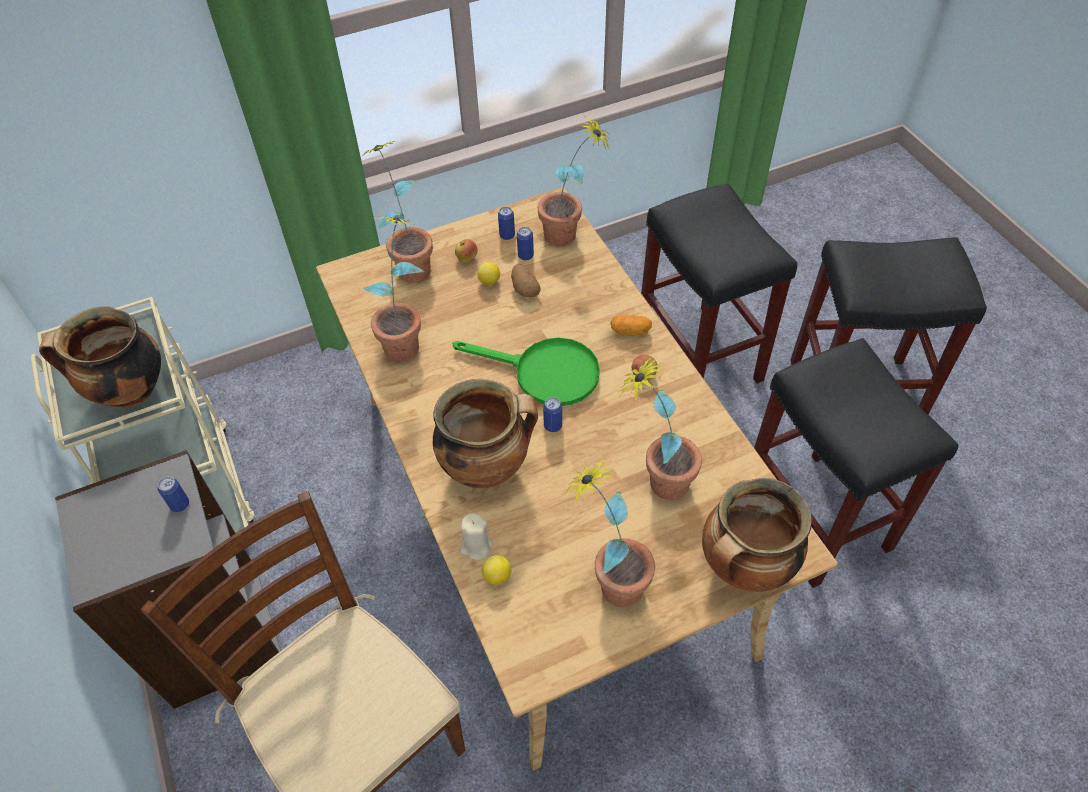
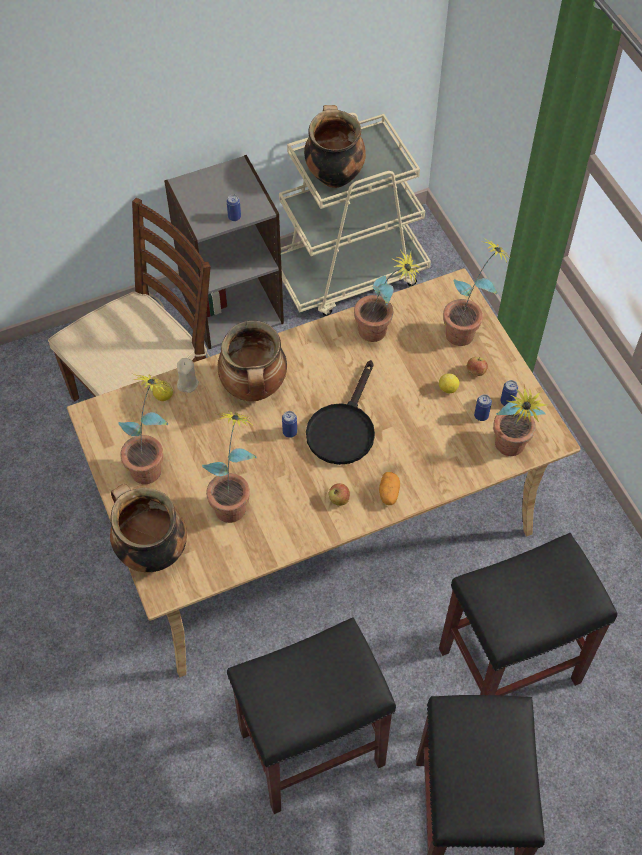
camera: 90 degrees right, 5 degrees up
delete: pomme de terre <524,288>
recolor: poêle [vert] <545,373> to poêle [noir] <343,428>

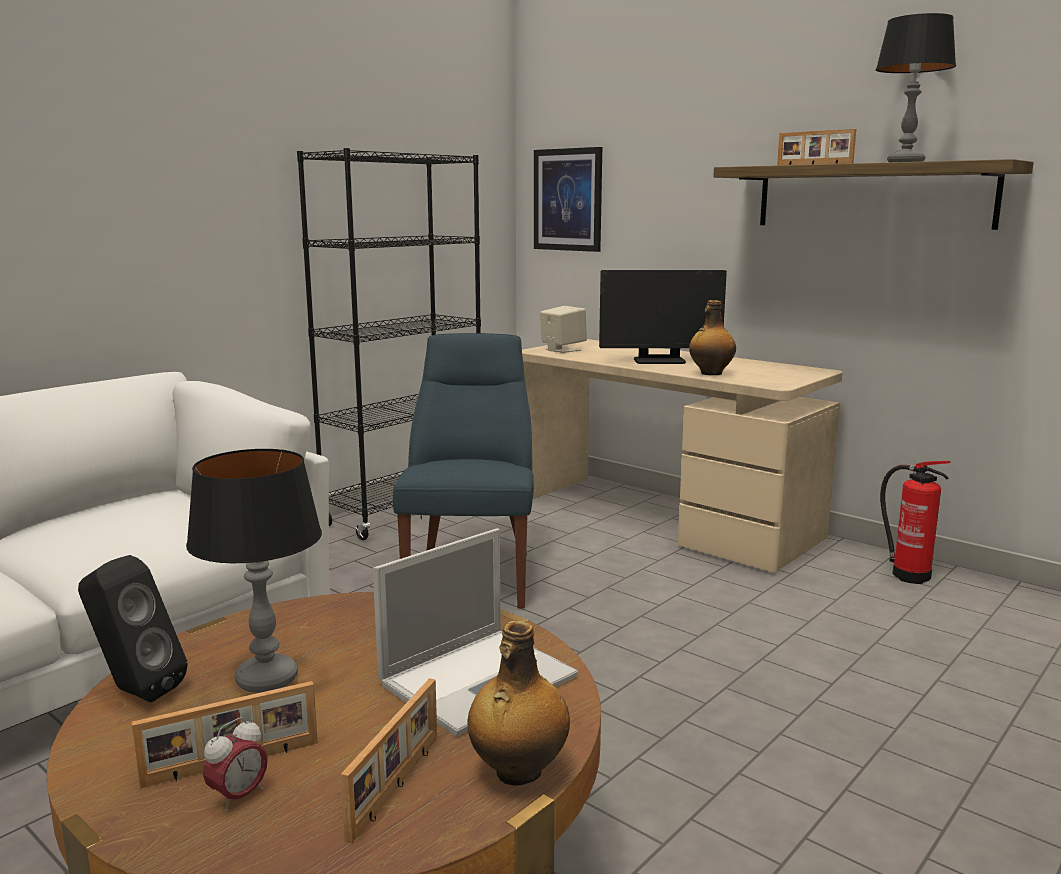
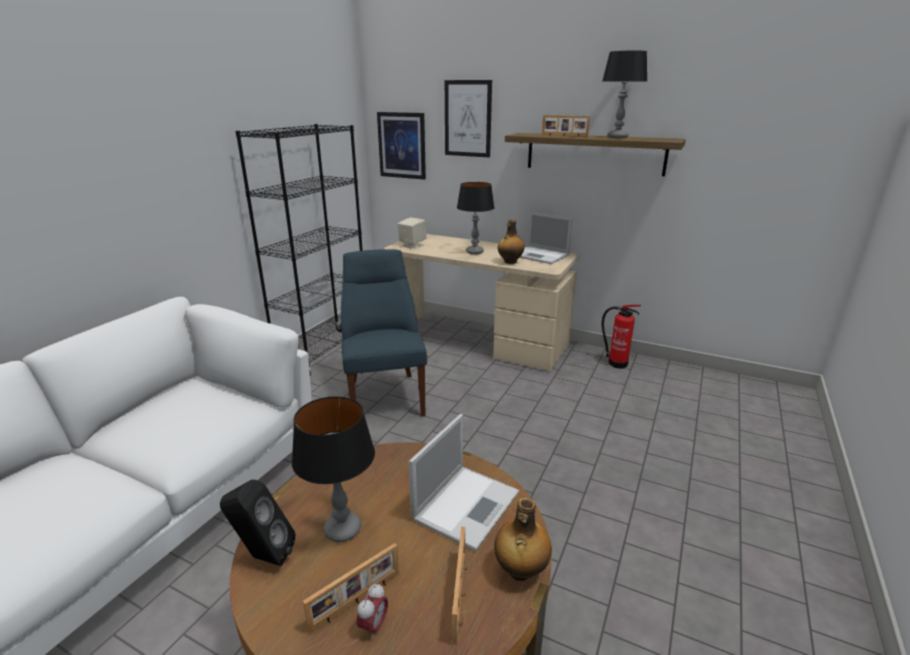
camera: 15 degrees left, 10 degrees up
insert: tableau <467,119>; ordinateur portable <540,255>
replace: écran d'ordinateur <659,361> to lampe de table <475,252>

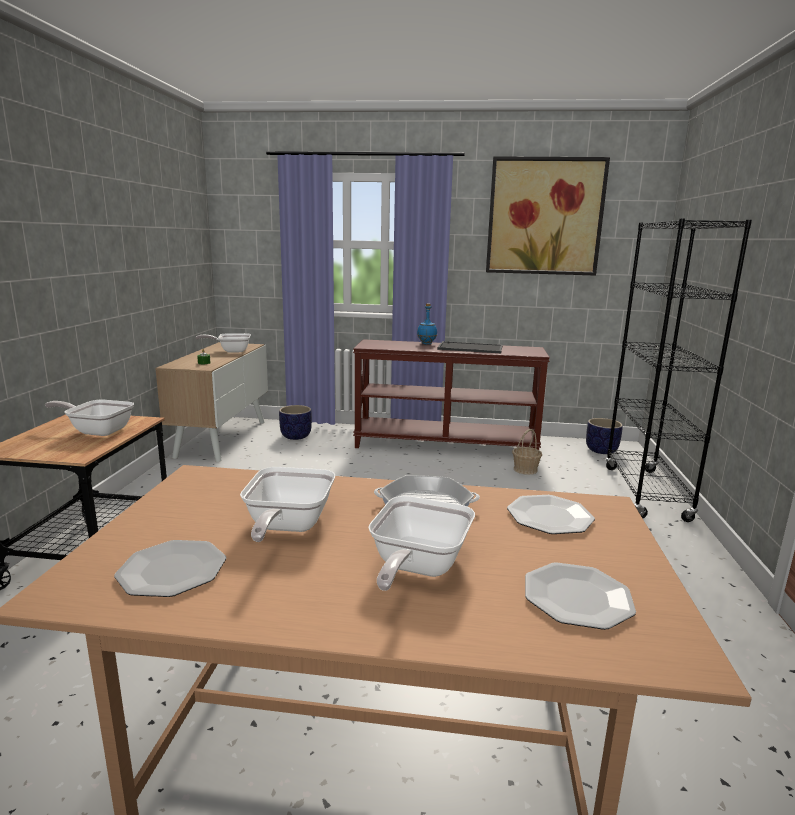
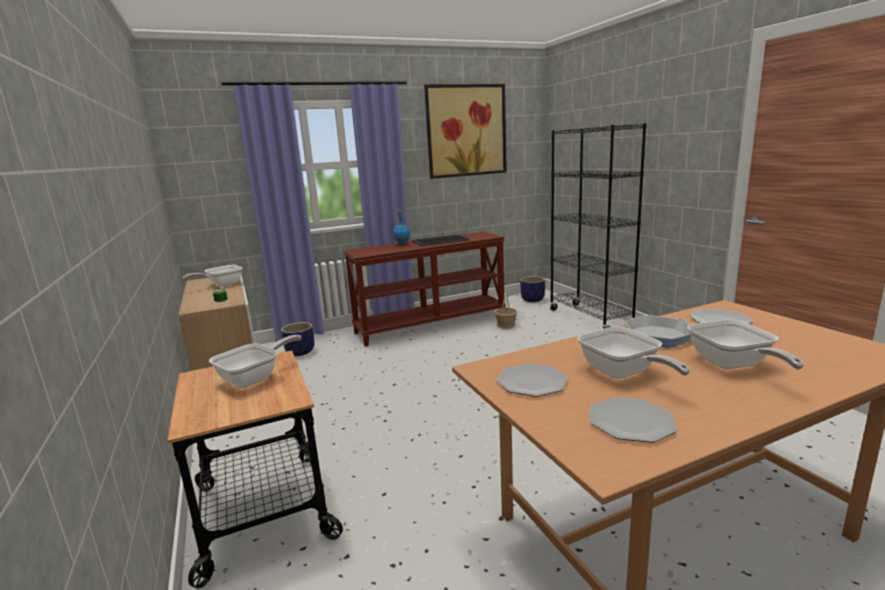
camera: 30 degrees left, 0 degrees up
move: assiette <577,597> to <532,382>
rotate: poêle <97,431> = <255,378> 150 degrees clockwise

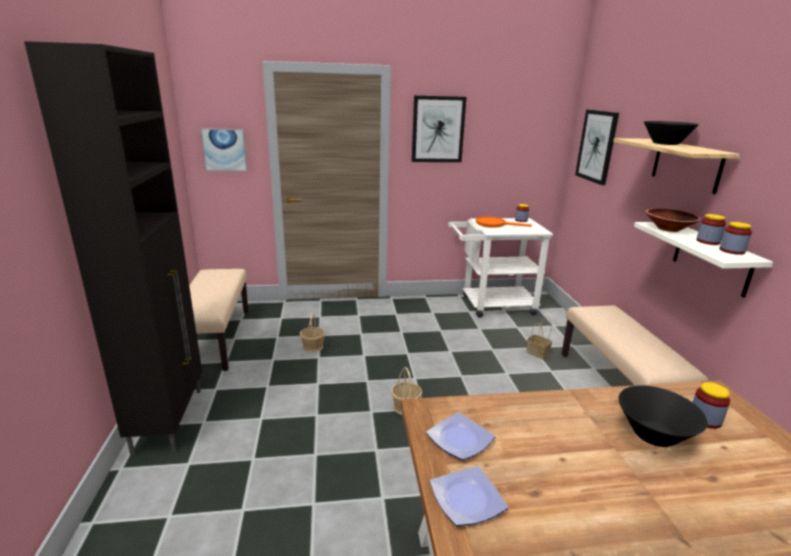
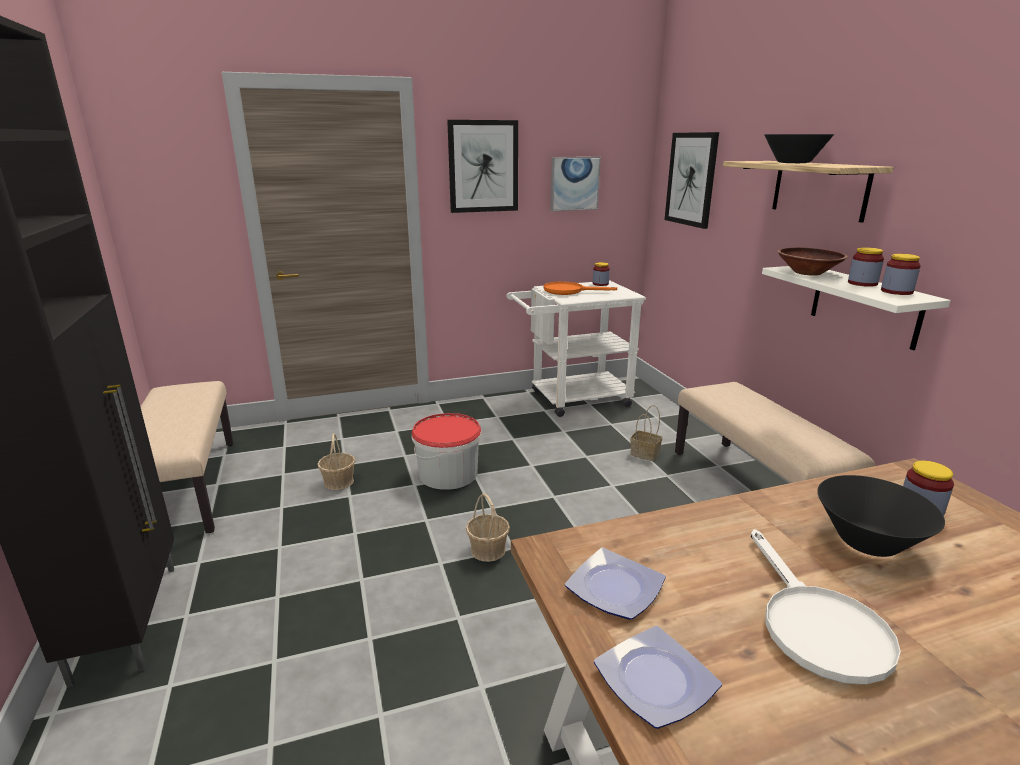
camera: 10 degrees left, 0 degrees up
insert: seau <448,473>; poêle [blanc] <815,625>
move: tableau <224,150> to <574,183>

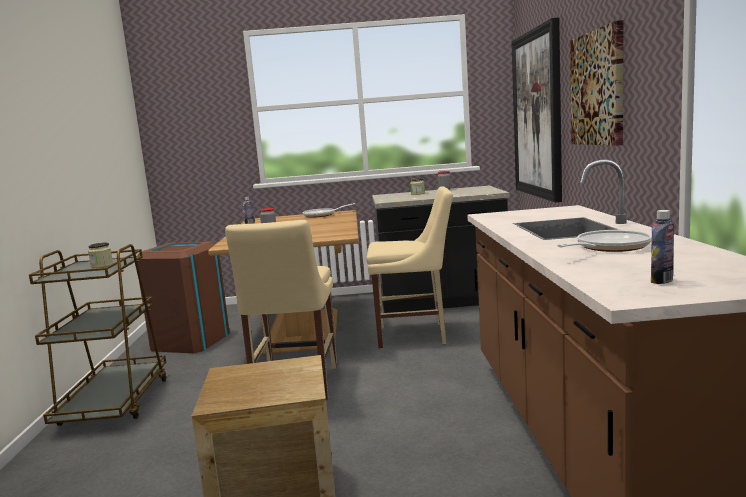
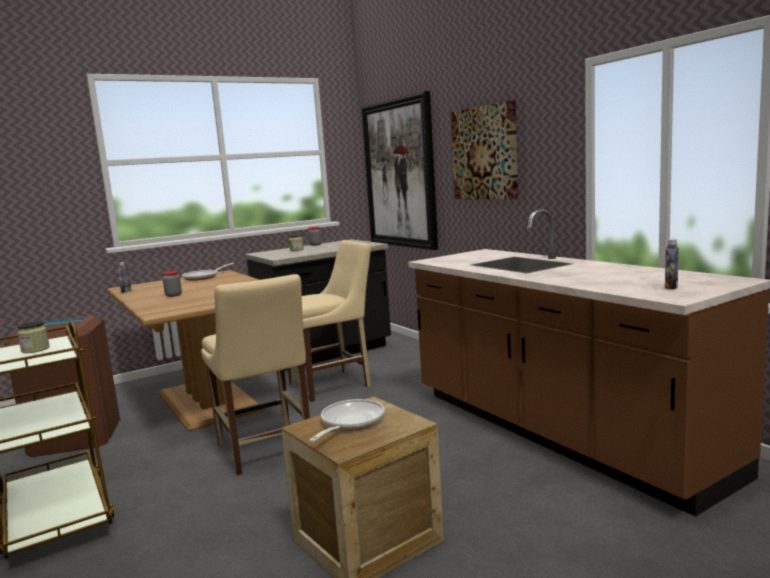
camera: 30 degrees left, 0 degrees up
move: poêle <608,248> to <349,423>

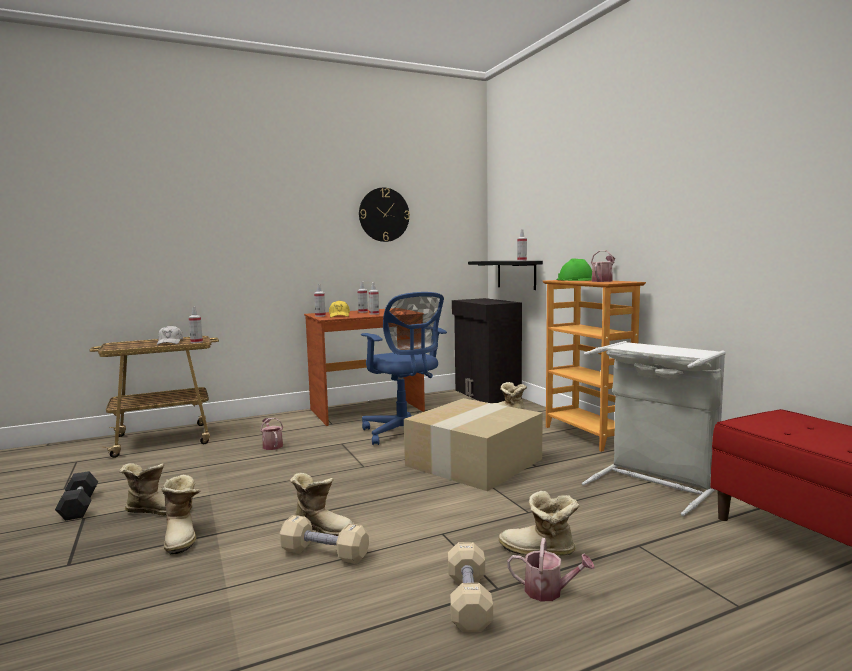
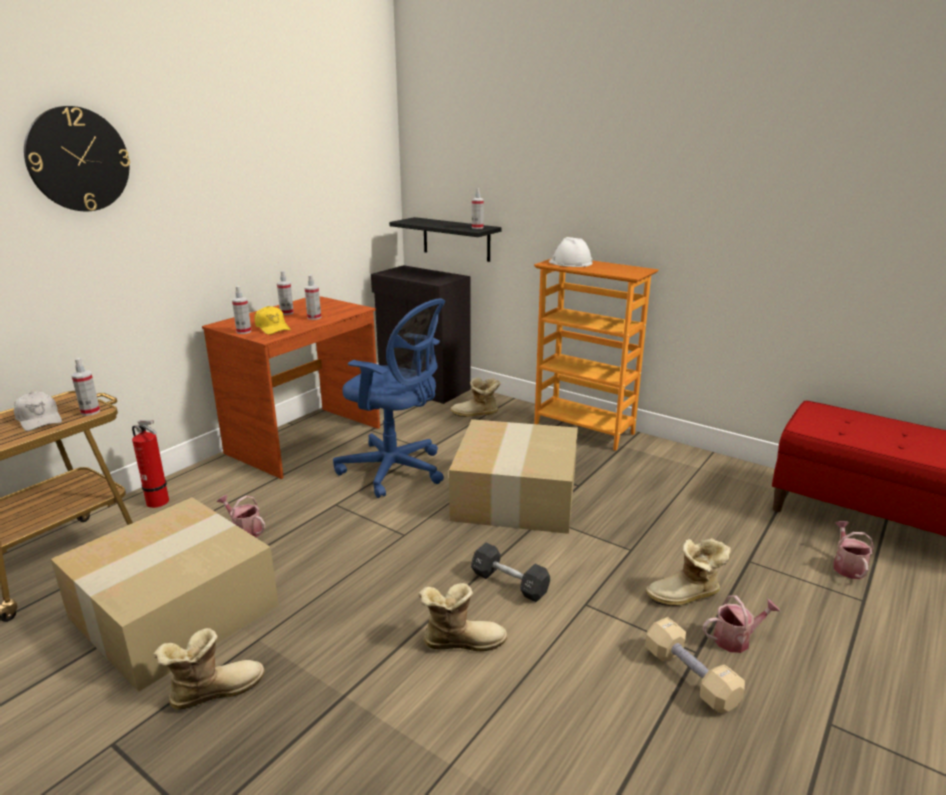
camera: 30 degrees left, 15 degrees up
delete: botte <183,537>; haltère [beige] <324,554>; panier à linge [gris] <654,484>
insert: carton <175,609>; extincteur <159,502>
move: haltère [noir] <79,506> to <509,583>; horloge murale <384,214> to <78,159>; arrosoir <603,281> to <847,566>
recolor: casque de chantier [vert] <574,280> to casque de chantier [blanc] <570,262>

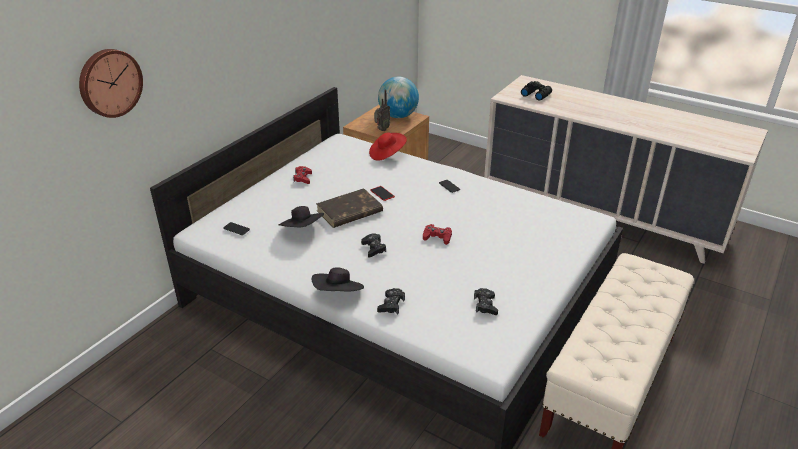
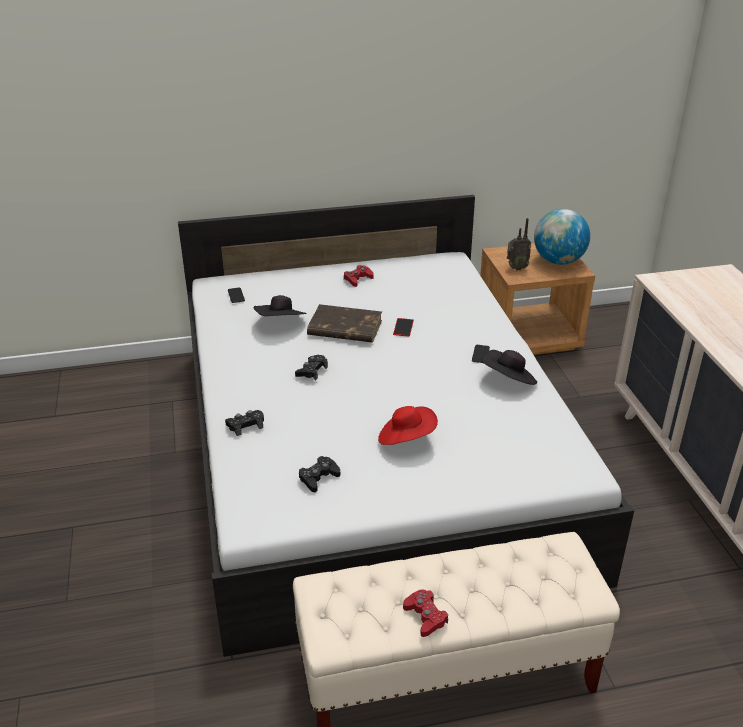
camera: 45 degrees right, 0 degrees up
delete: horloge murale <109,82>; jumelles [noir] <535,95>
move: chapeau [noir] <338,294> to <509,380>; chapeau [rouge] <387,154> to <406,439>; manette [rouge] <437,237> to <425,616>

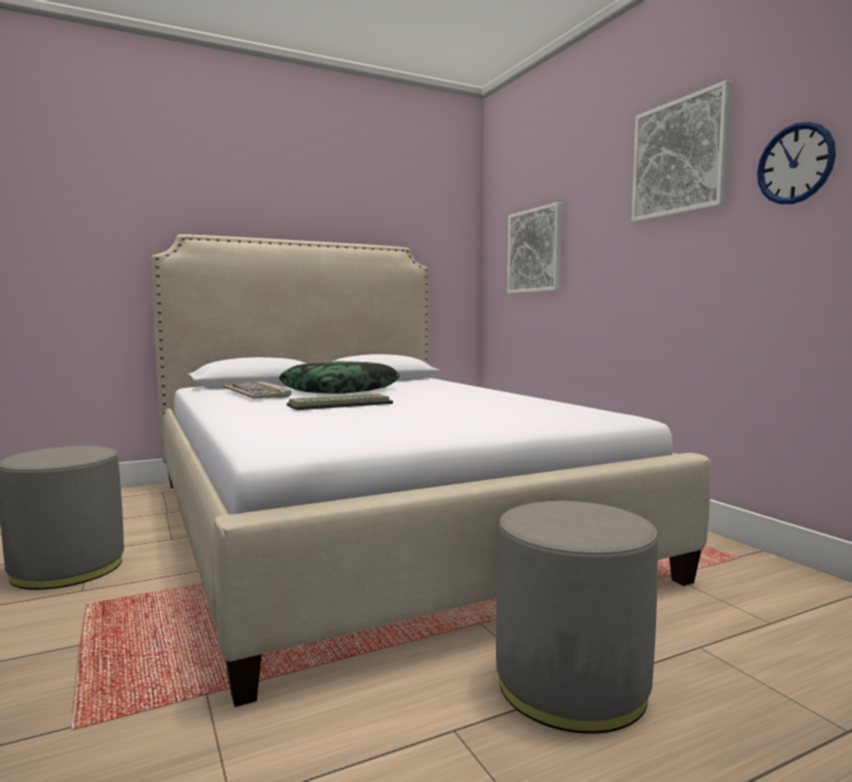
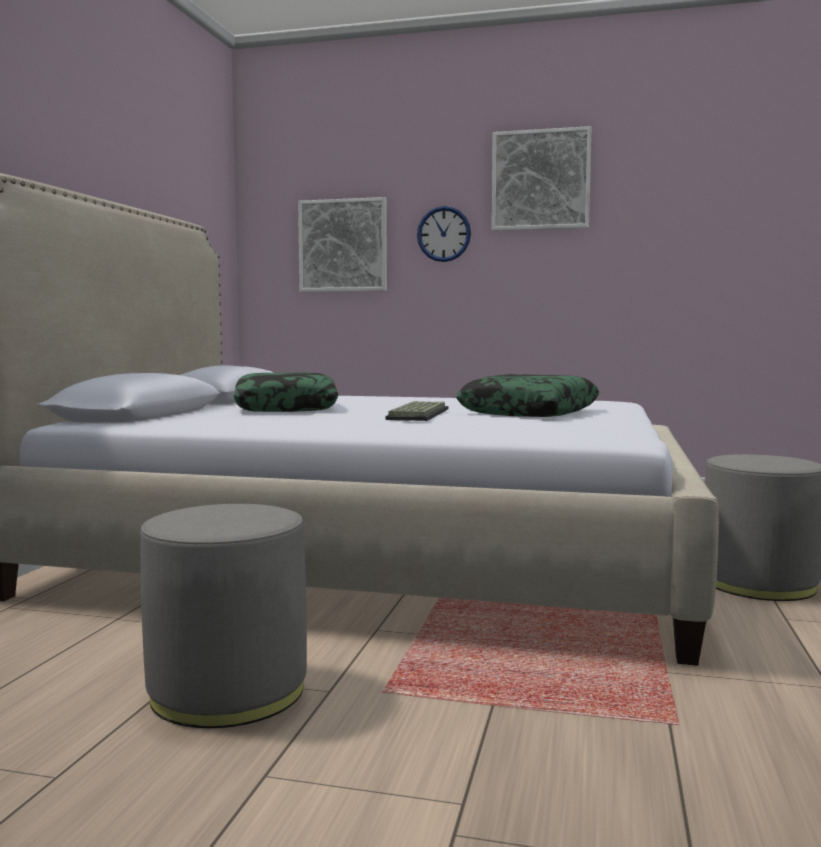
camera: 50 degrees left, 0 degrees up
delete: clavier <257,394>
insert: coussin <529,412>
move: horloge murale <795,164> to <444,234>

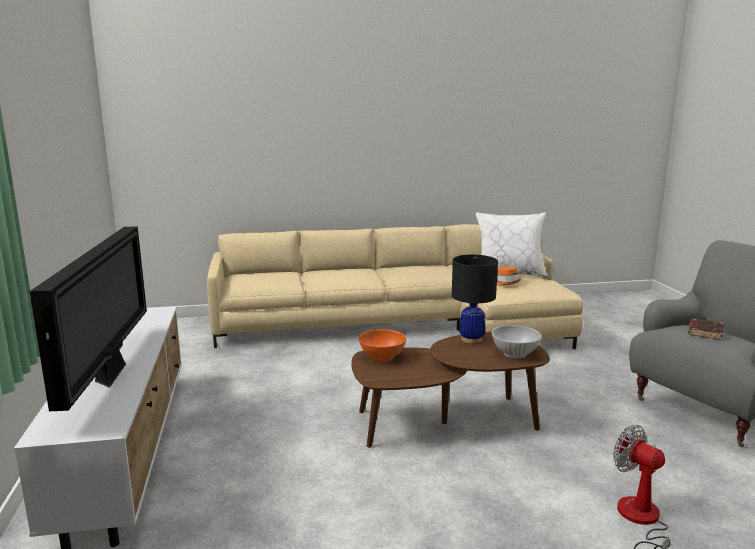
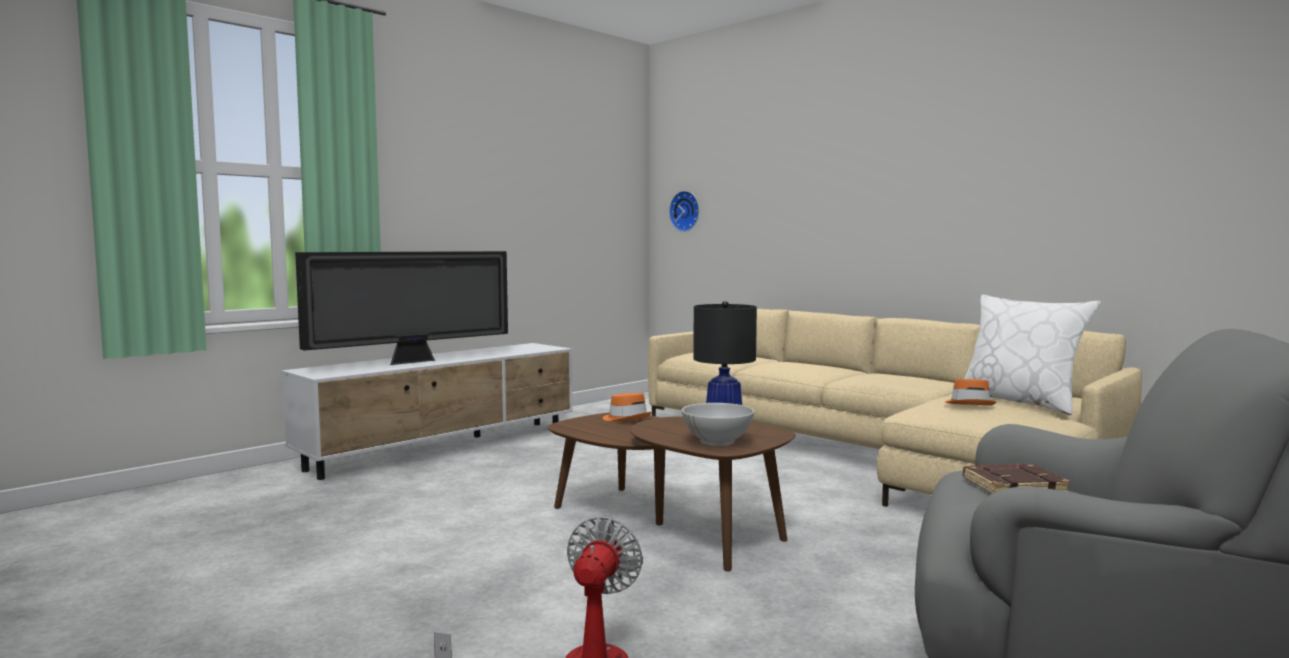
camera: 55 degrees right, 10 degrees down
insert: horloge murale <686,211>
replace: bol [orange] <382,357> to chapeau [orange] <626,418>

